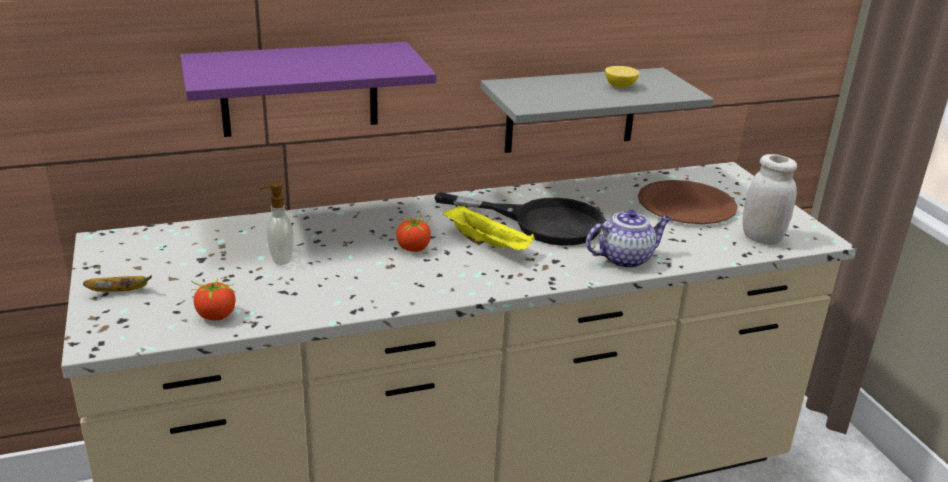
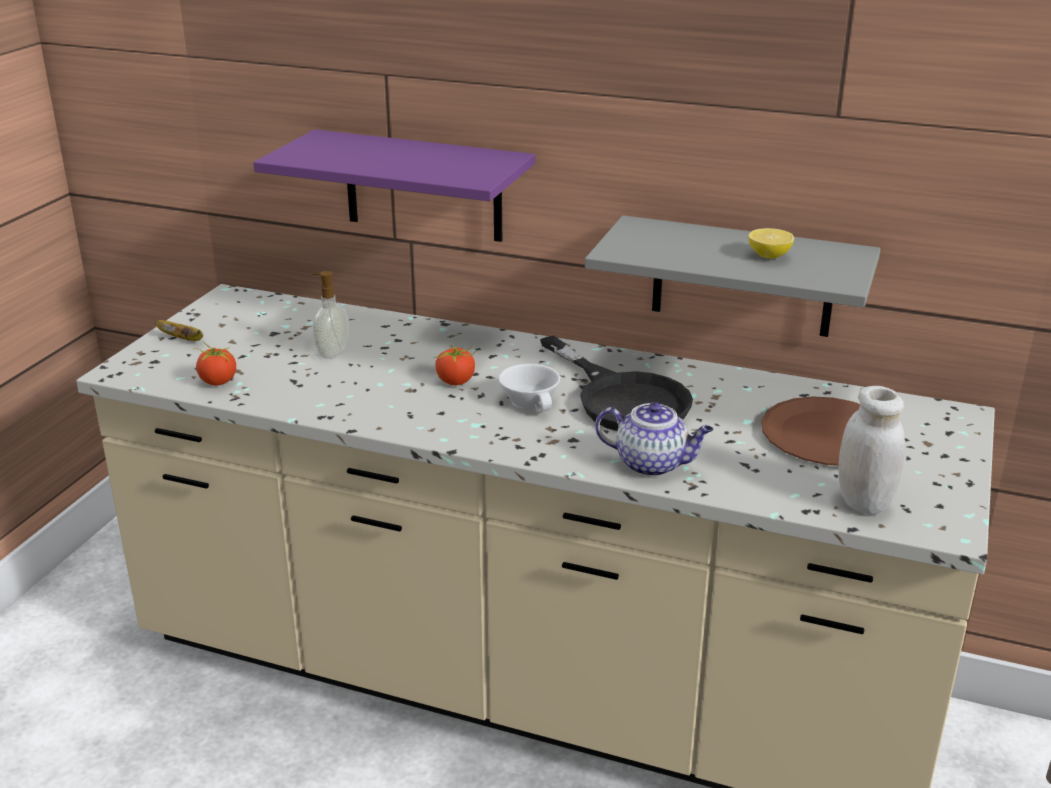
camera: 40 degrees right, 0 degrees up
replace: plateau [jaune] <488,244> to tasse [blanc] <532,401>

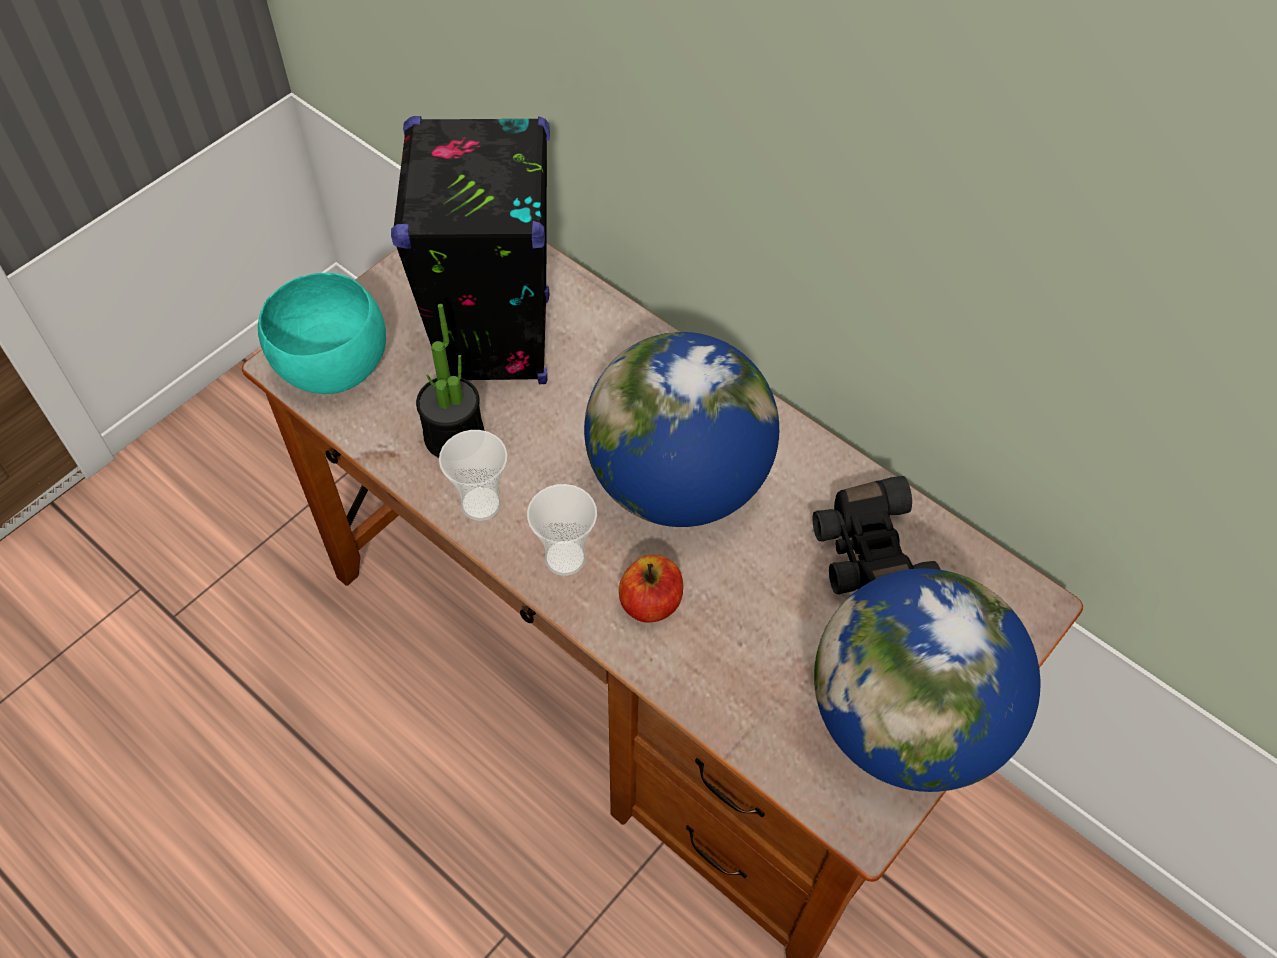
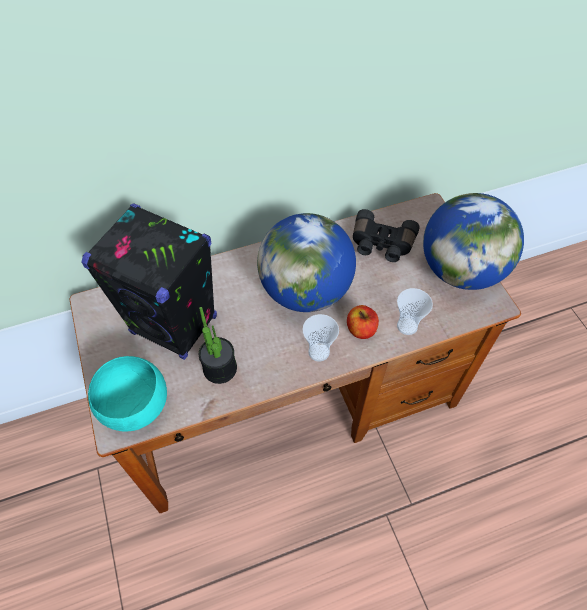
camera: 60 degrees left, 0 degrees up
move: tasse <481,504> to <407,326>

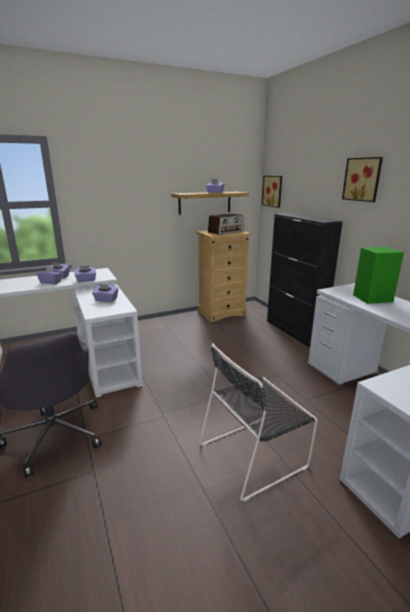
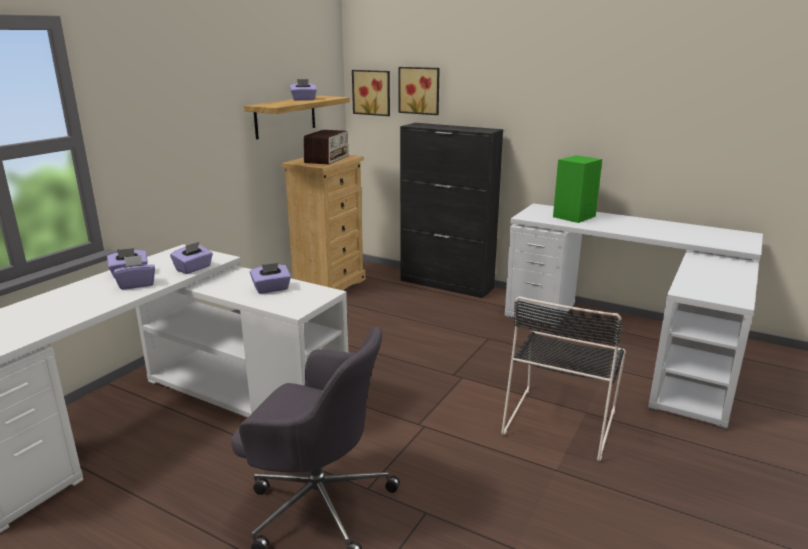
camera: 35 degrees left, 0 degrees up
move: tableau <363,179> to <420,90>

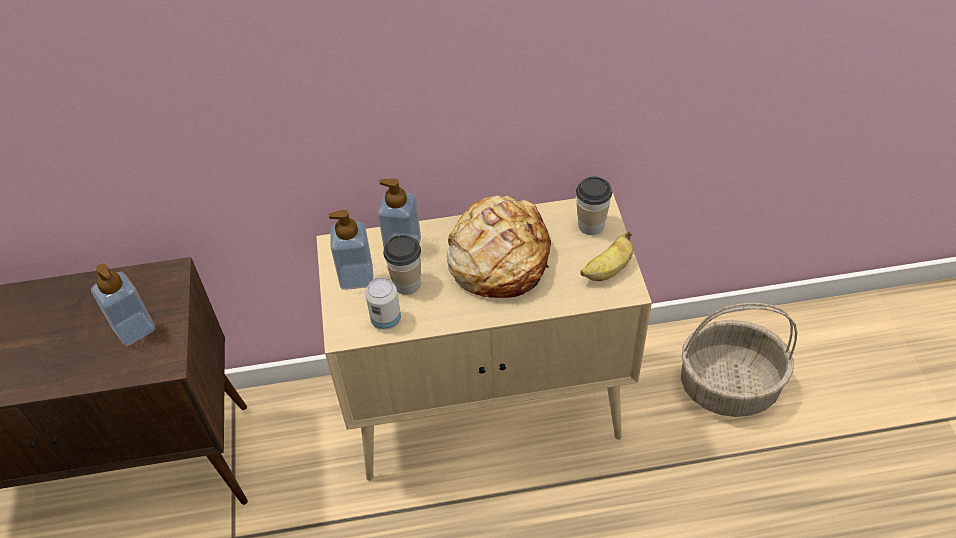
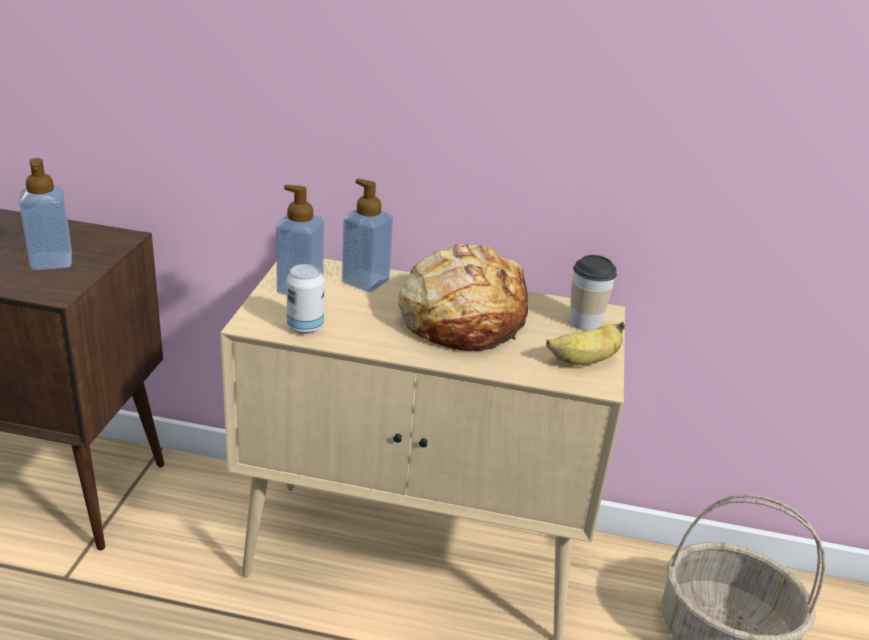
camera: 15 degrees right, 20 degrees down
delete: tasse <407,283>

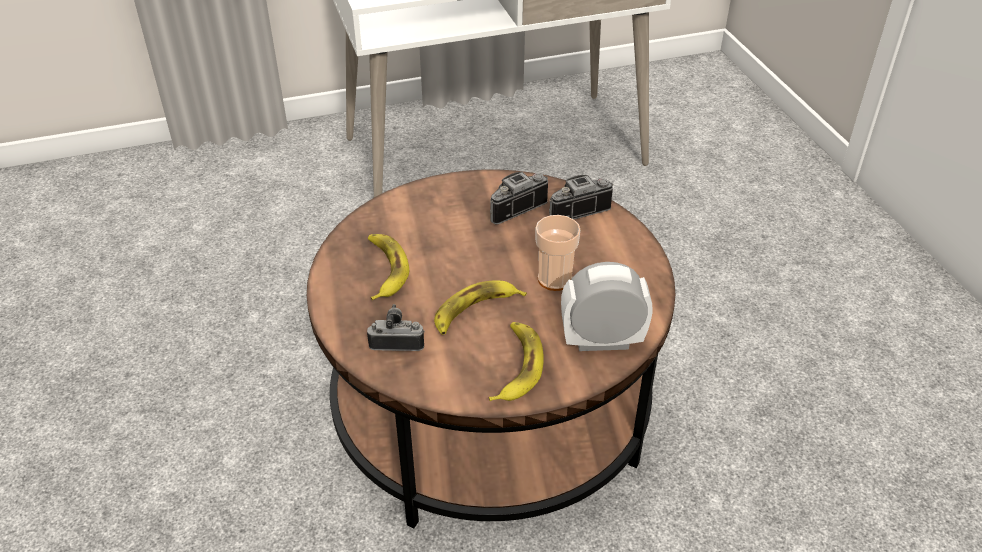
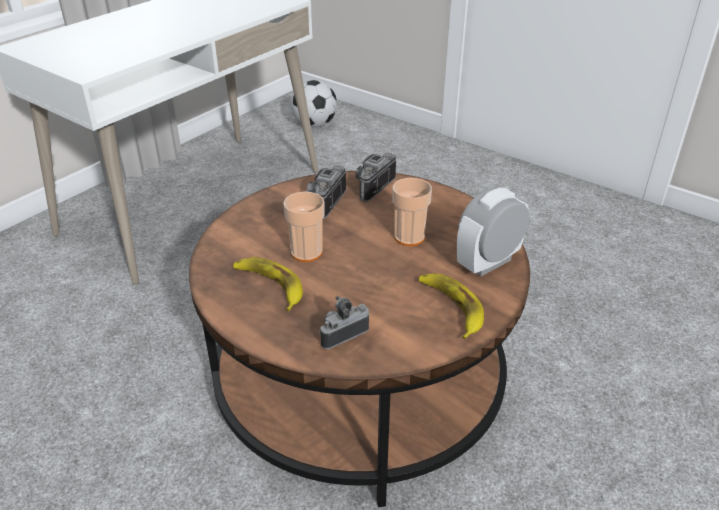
camera: 35 degrees left, 5 degrees down
delete: banane <475,311>
insert: tasse <306,252>; ballon de foot <314,125>

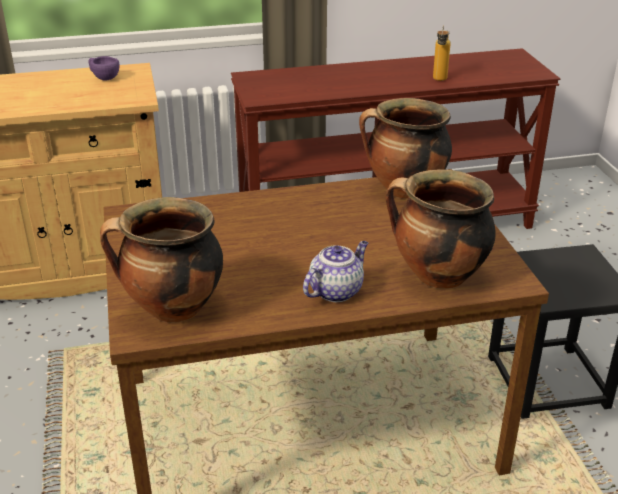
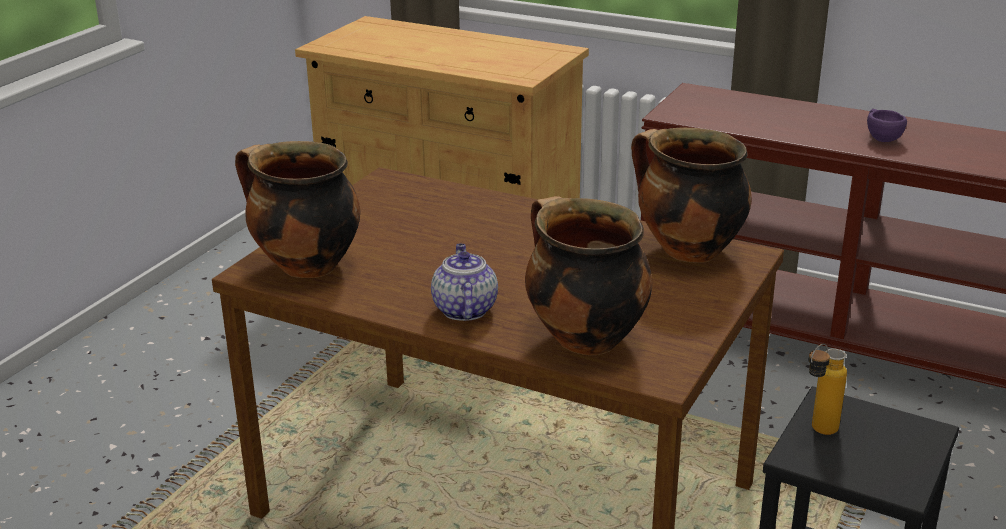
camera: 40 degrees right, 5 degrees down
move: tasse [violet] <103,77> to <880,137>; bouteille <439,81> to <817,432>
rotate: théière <336,290> = <464,309> 90 degrees counterclockwise

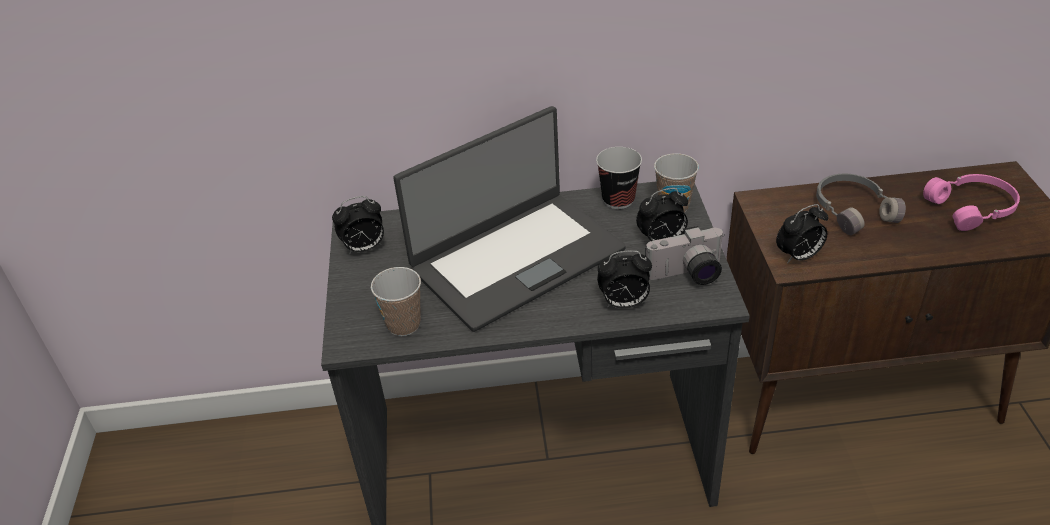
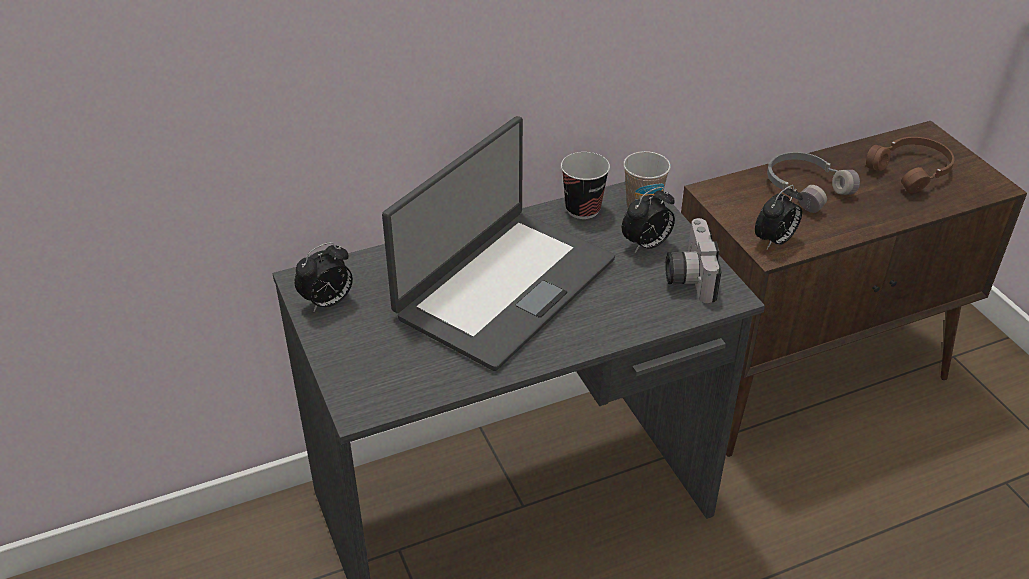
camera: 20 degrees left, 0 degrees up
delete: tasse <403,324>; réveil <624,304>
recolor: casque audio [rose] <973,209> to casque audio [marron] <912,171>
rotate: appareil photo <687,275> = <688,276> 120 degrees clockwise

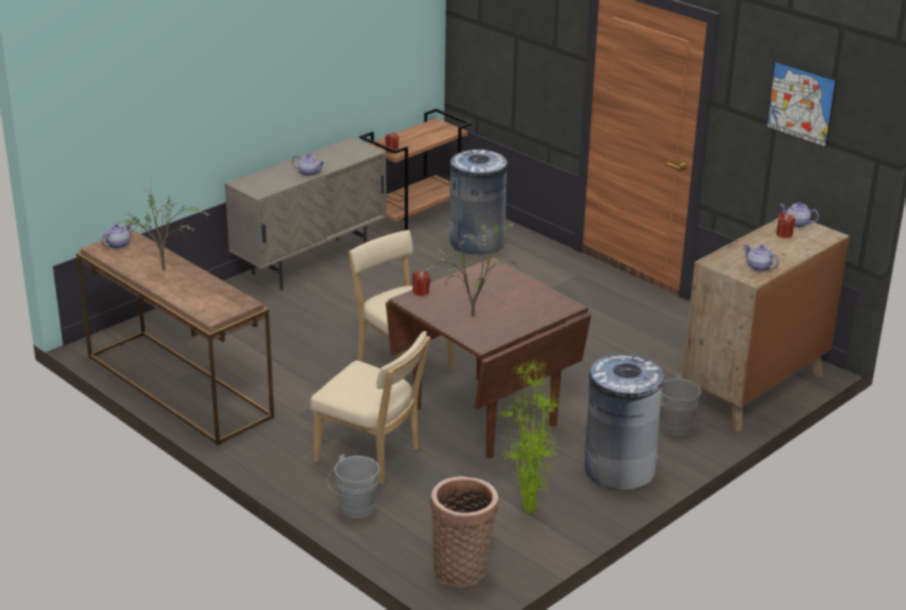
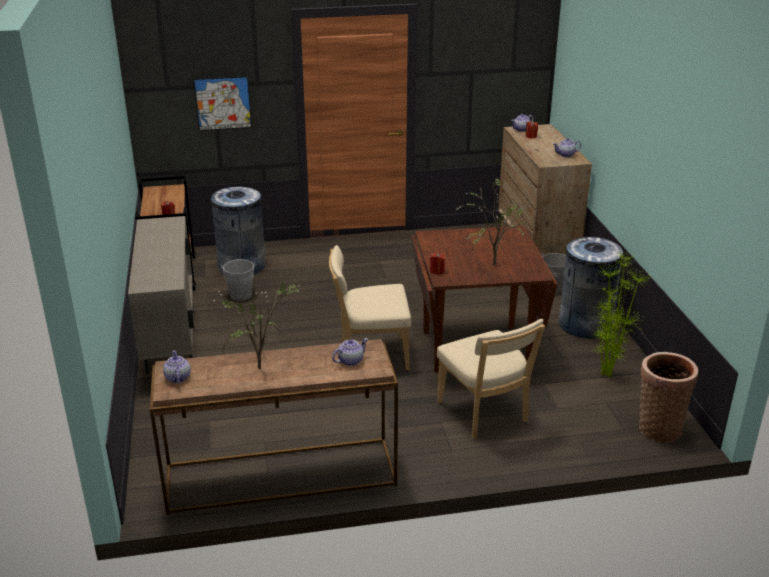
camera: 55 degrees left, 0 degrees up
move: théière <309,173> to <350,361>; seau [gris] <354,509> to <241,296>; tableau <801,103> to <223,103>
rotate: chaise [beige] <372,457> = <484,414> 90 degrees clockwise

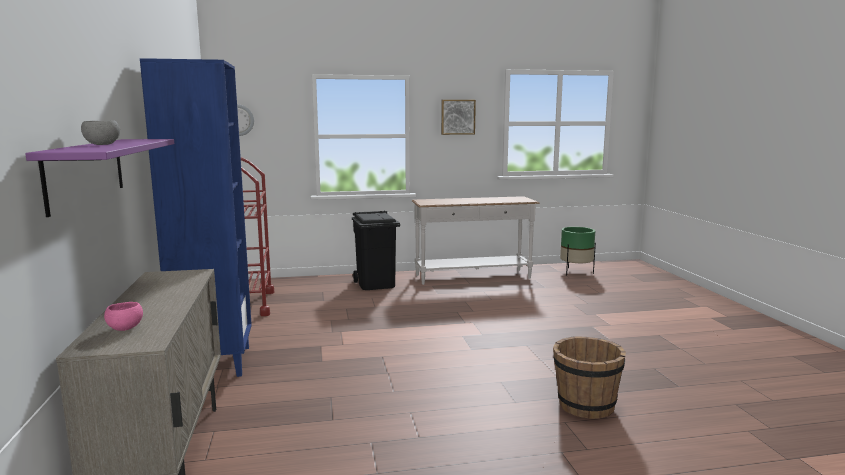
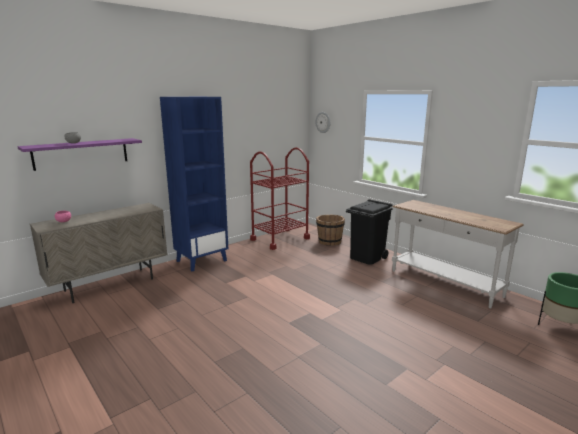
camera: 60 degrees right, 5 degrees up
delete: tableau <457,117>
move: seau [marron] <585,406> to <329,242>

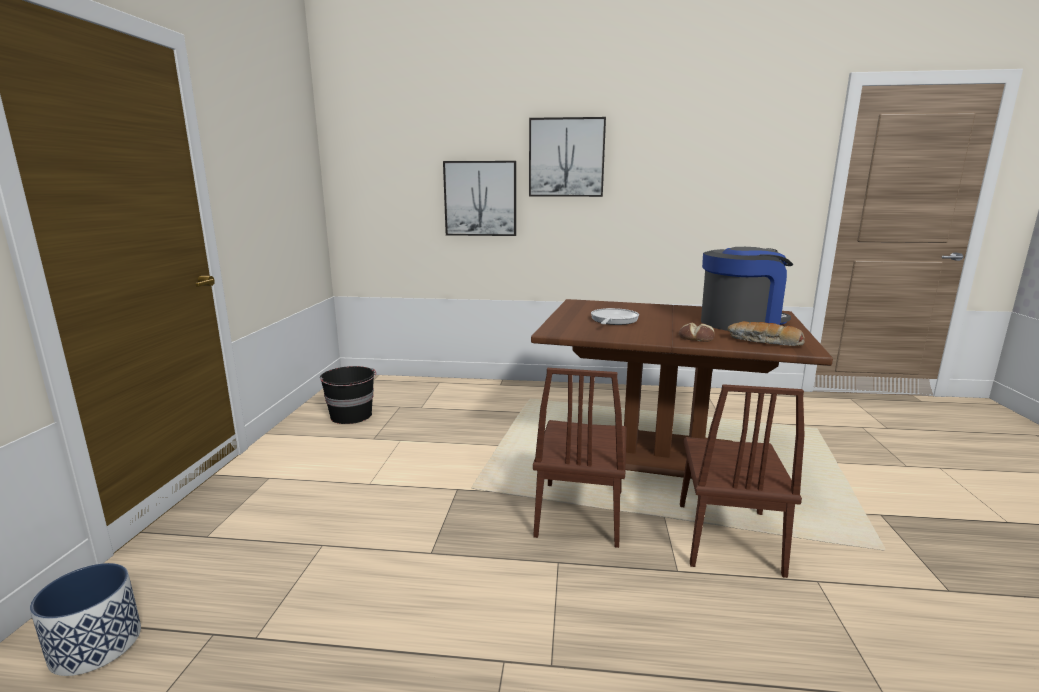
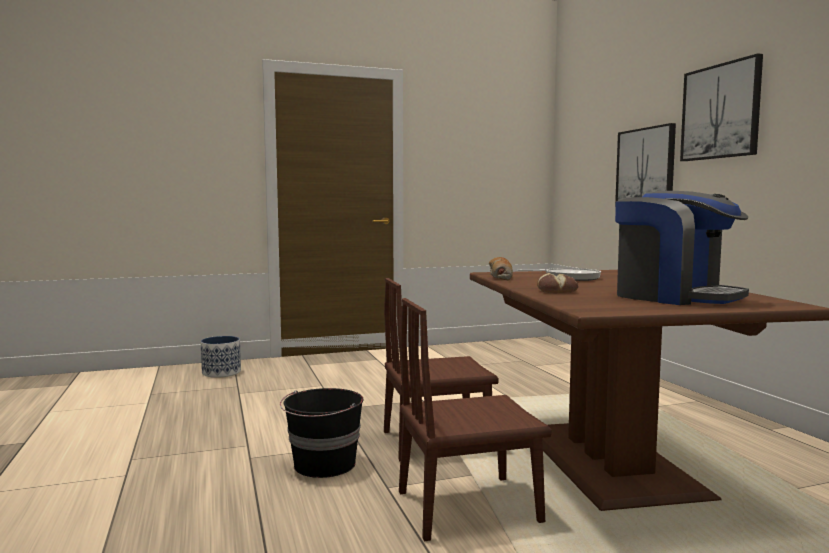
camera: 65 degrees right, 10 degrees down
move: seau [noir] <351,416> to <324,465>; pain <764,342> to <499,276>

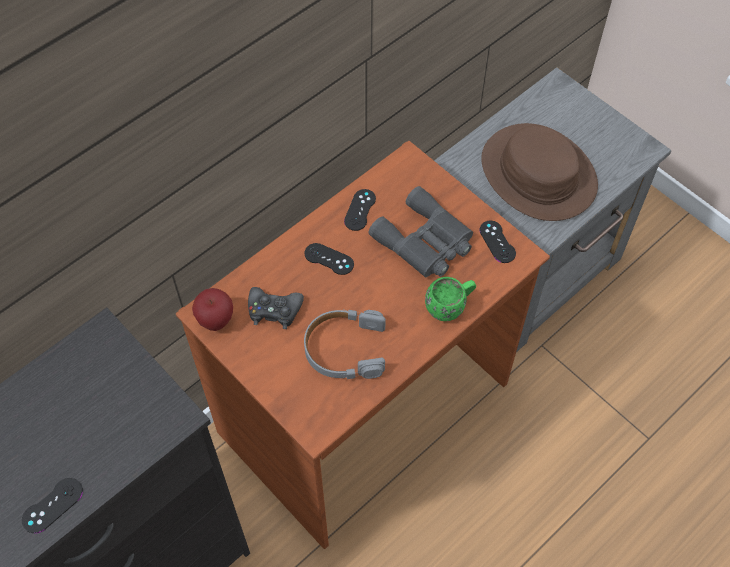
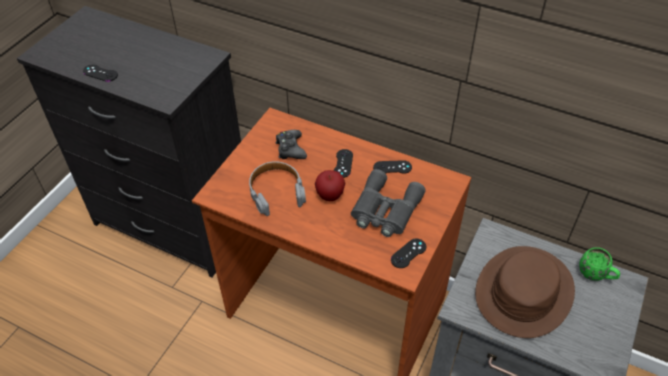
camera: 70 degrees right, 10 degrees down
move: pomme <216,321> to <330,196>; mug [vert] <450,307> to <595,275>

